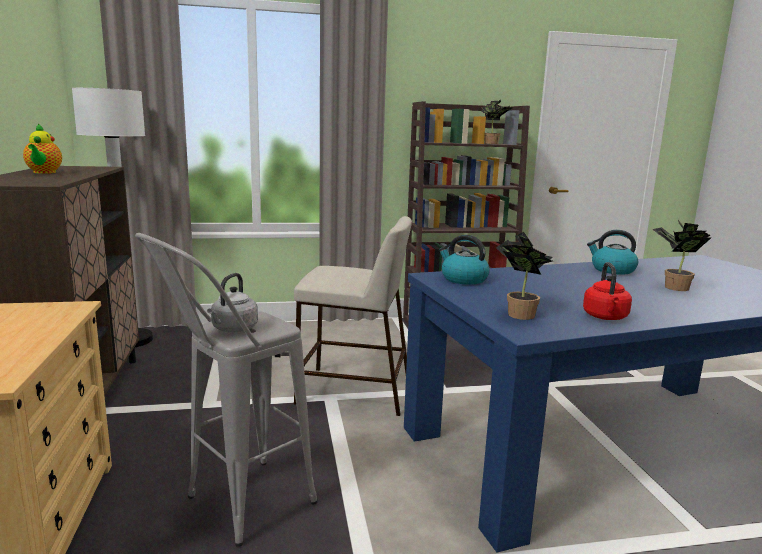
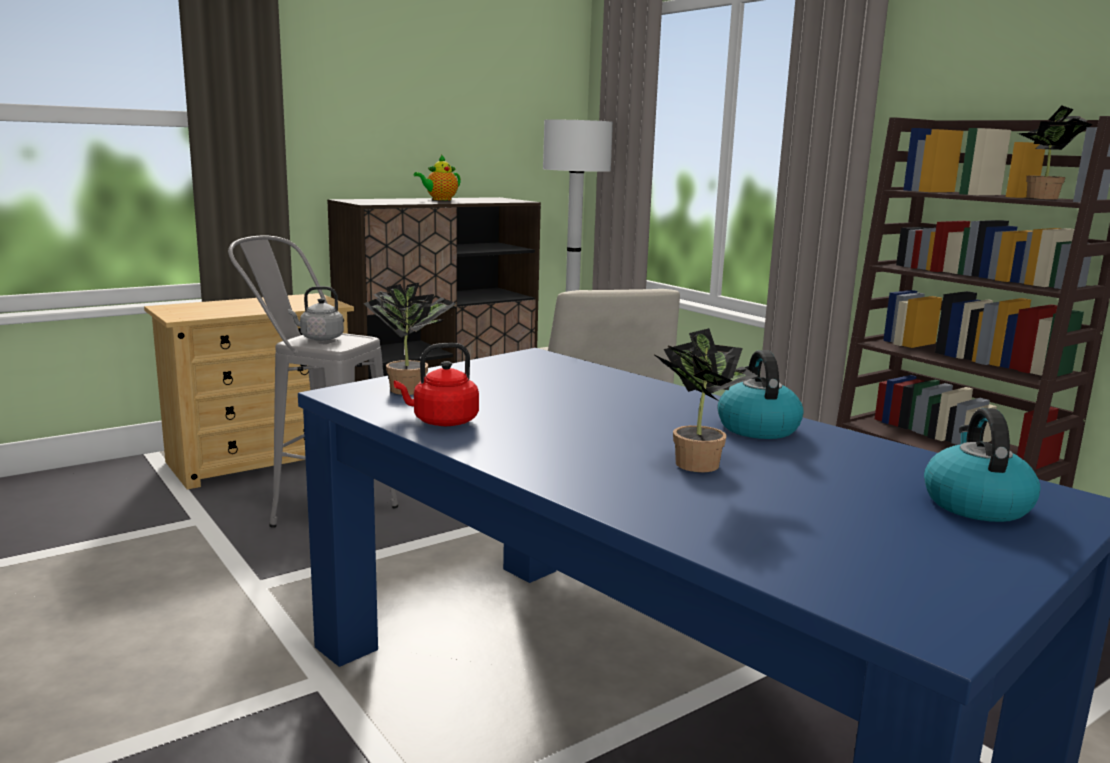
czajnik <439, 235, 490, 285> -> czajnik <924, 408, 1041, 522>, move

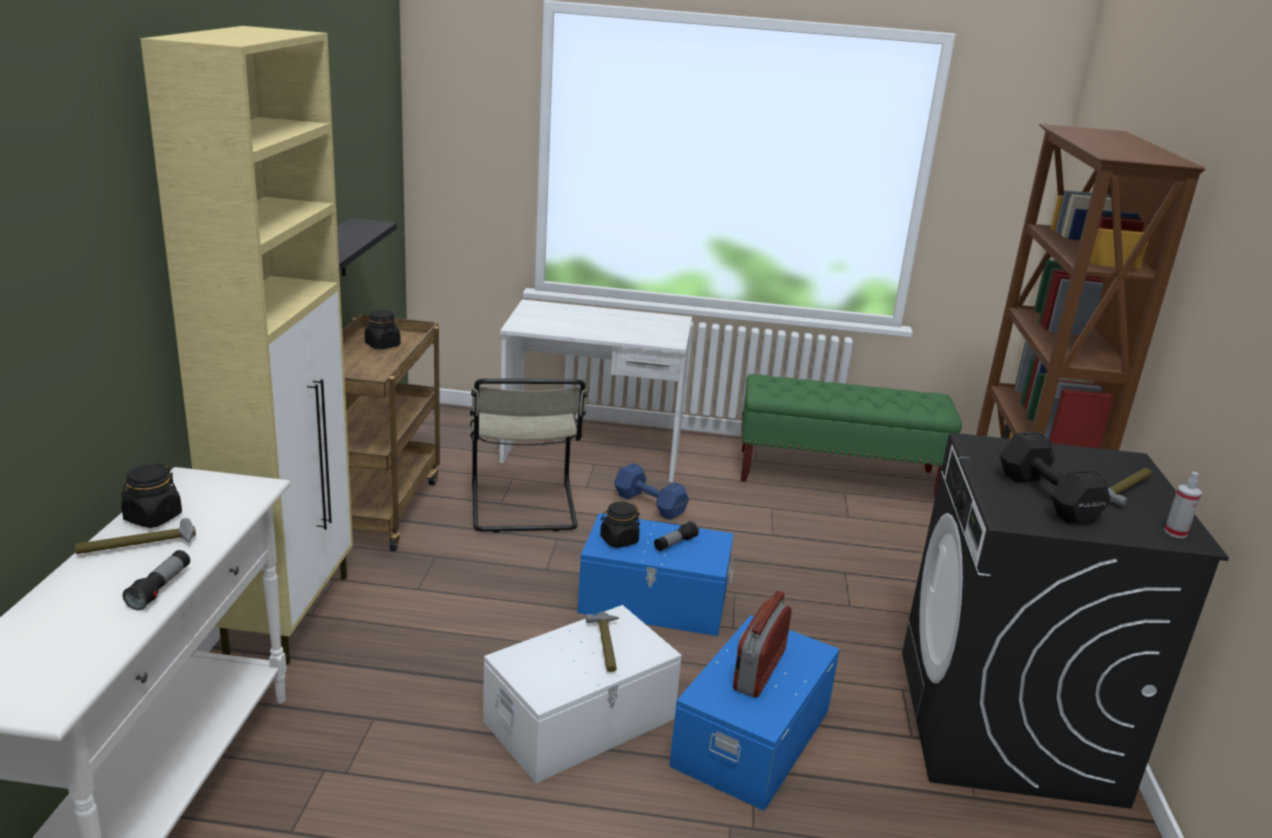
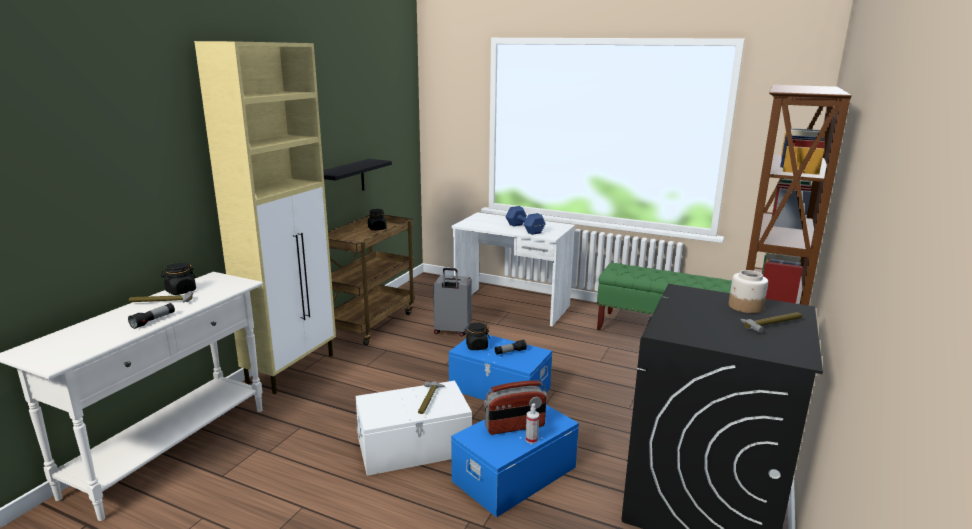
hantel [czarny] <999, 432, 1111, 524> -> none
none -> słoik <729, 270, 768, 313>
hantel [niebieski] <614, 463, 689, 520> -> hantel [niebieski] <506, 206, 546, 235>, move
spryskiwacz <1164, 472, 1202, 538> -> spryskiwacz <526, 403, 539, 444>, move
krzesło [beżowy] <470, 378, 588, 533> -> walizka [szary] <433, 268, 472, 336>
radio <733, 591, 792, 697> -> radio <484, 380, 547, 435>, 150 degrees counterclockwise

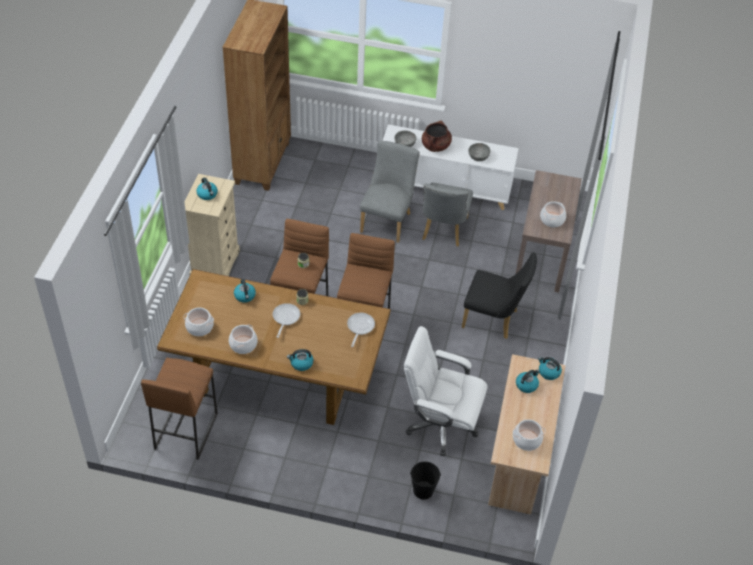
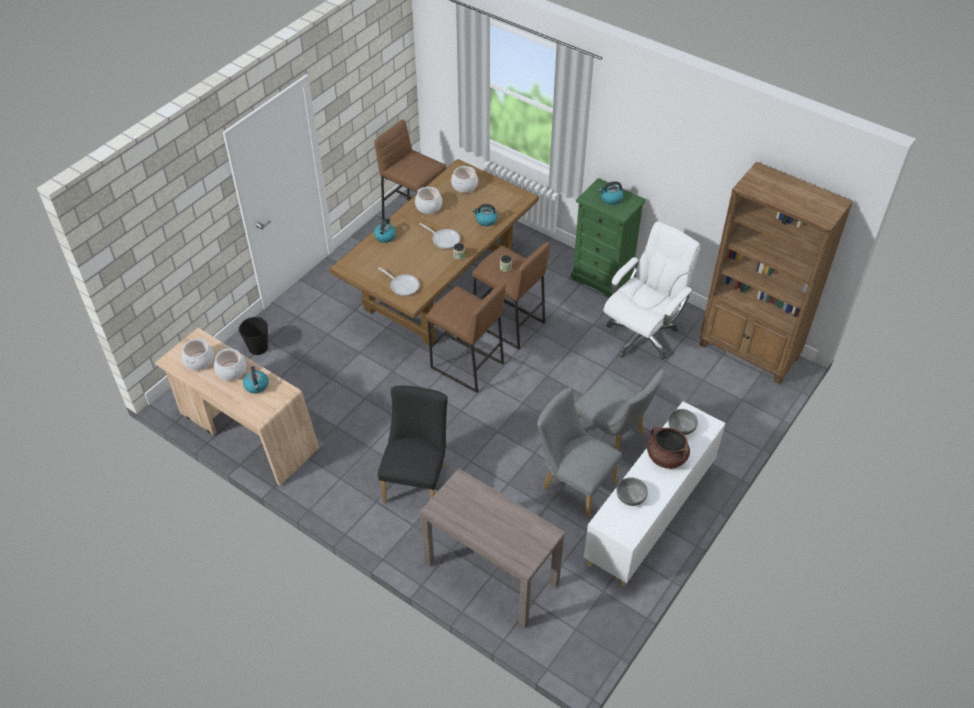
czajnik <538, 357, 562, 380> -> none
krzesło biurowe [biały] <404, 326, 488, 456> -> krzesło biurowe [biały] <604, 222, 700, 360>, move
garnek <540, 201, 566, 227> -> garnek <214, 349, 246, 381>, move
komoda [beżowy] <184, 174, 240, 276> -> komoda [zielony] <571, 178, 646, 298>
krzesło [czarny] <461, 252, 537, 339> -> krzesło [czarny] <378, 386, 448, 503>, 150 degrees clockwise

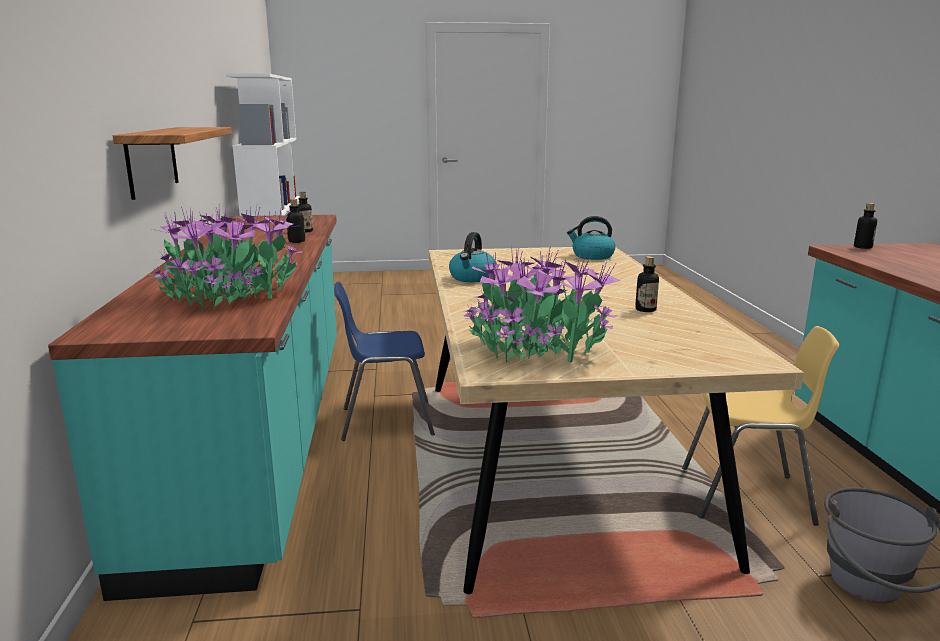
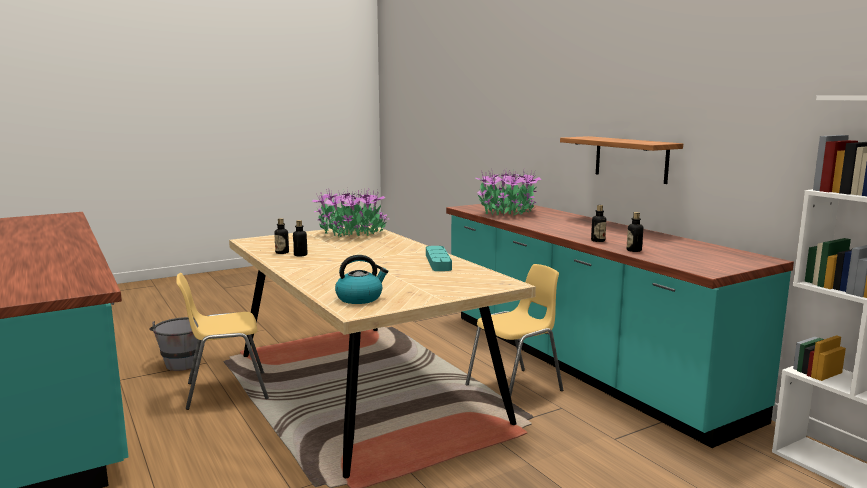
butelka <854, 203, 877, 249> -> butelka <274, 218, 289, 254>, move
czajnik <449, 232, 497, 282> -> taca [turkusowy] <426, 246, 452, 271>
krzesło [niebieski] <334, 282, 435, 441> -> krzesło [żółty] <465, 264, 563, 410>

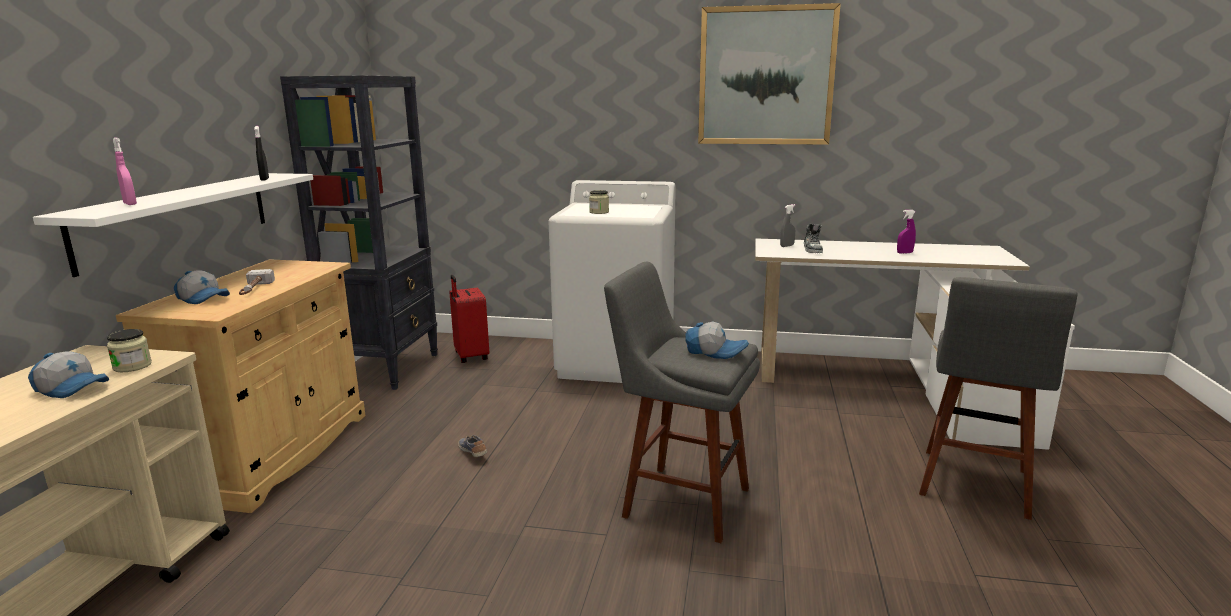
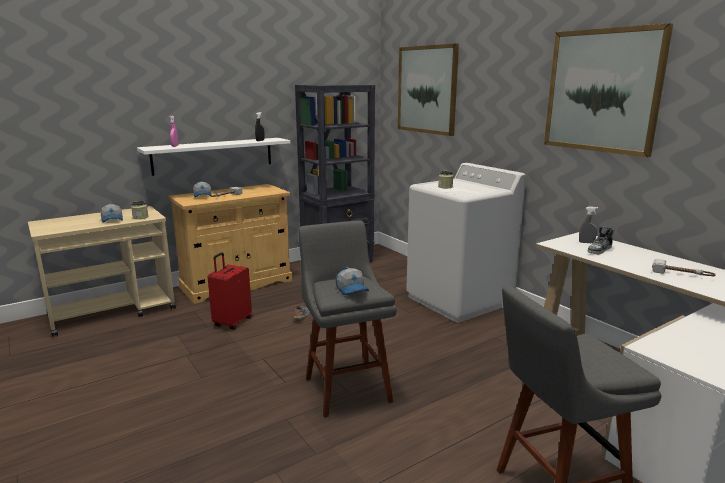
none -> obraz <398, 43, 459, 136>
walizka [czerwony] <449, 275, 489, 363> -> walizka [czerwony] <208, 252, 252, 330>, move
spryskiwacz [fioletowy] <897, 210, 916, 254> -> młotek <652, 259, 716, 277>

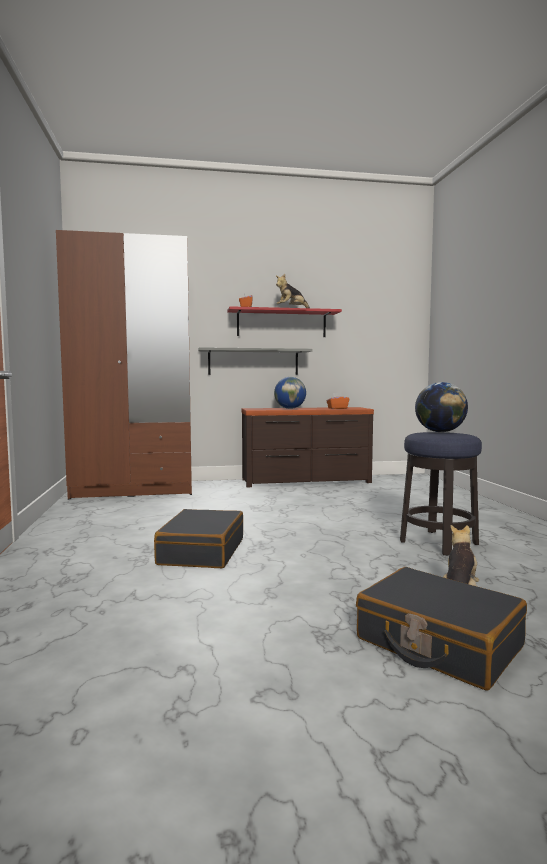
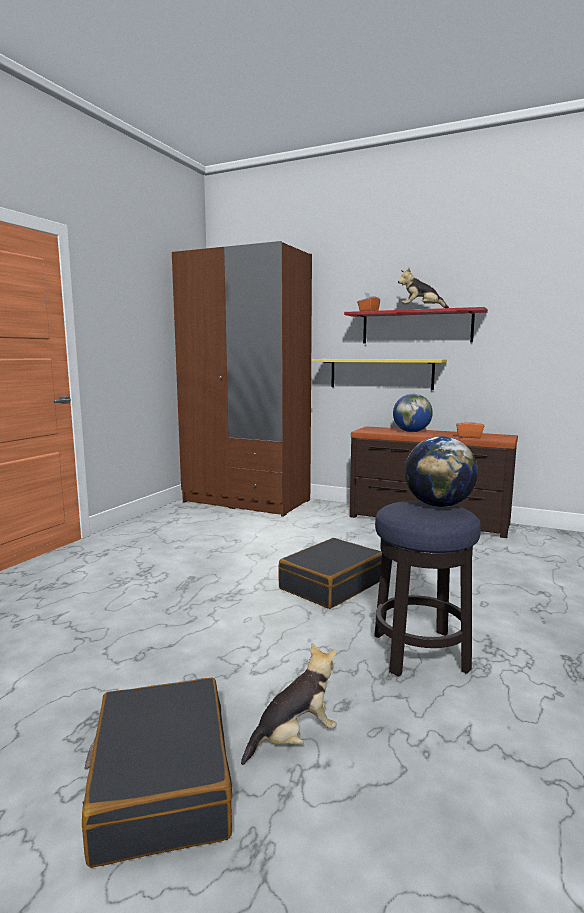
walizka [czarny] <154, 509, 243, 568> -> walizka [czarny] <278, 538, 382, 609>, move
półka [szary] <198, 347, 313, 375> -> półka [żółty] <312, 359, 447, 390>

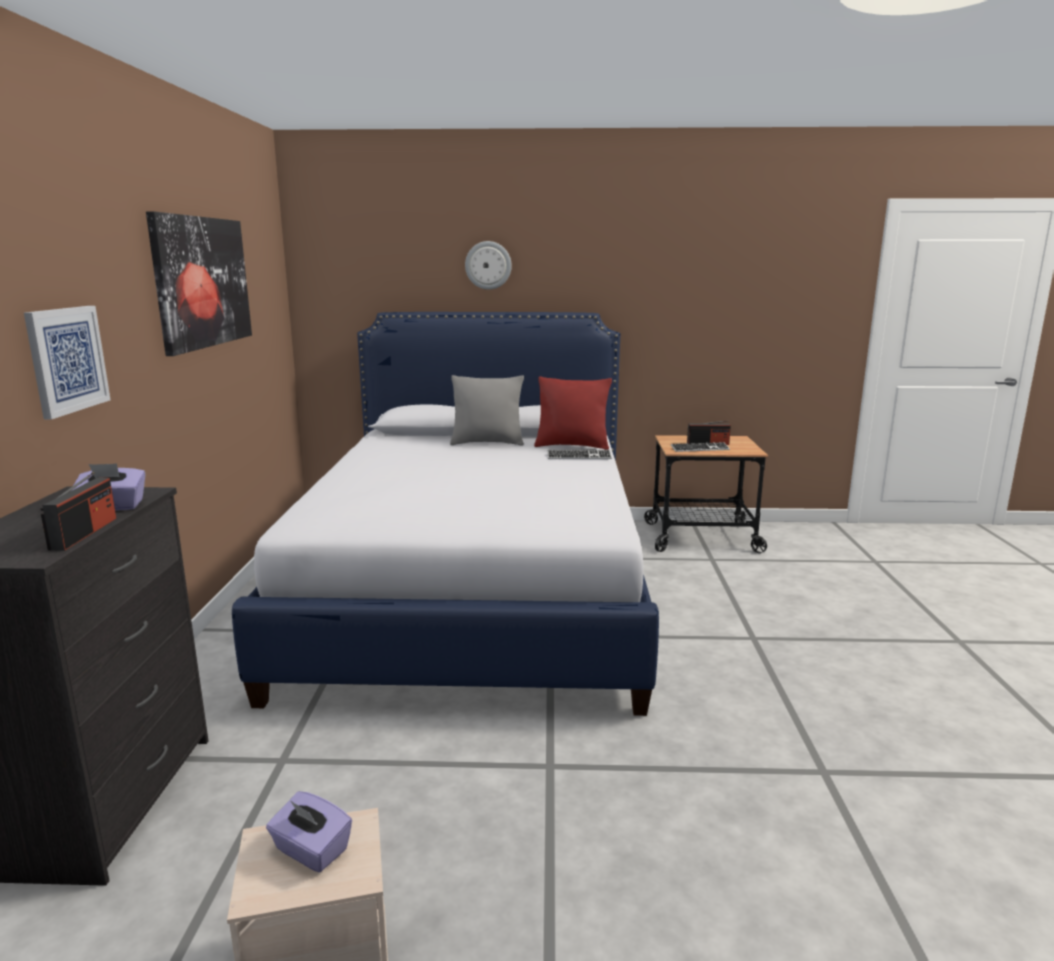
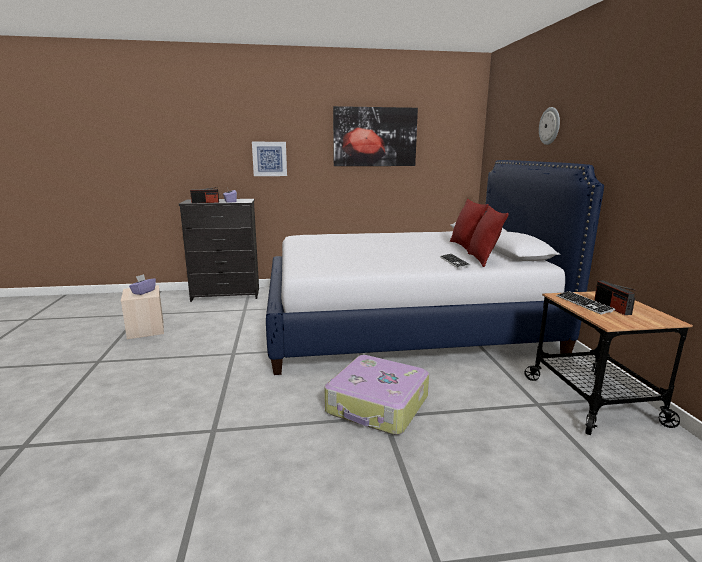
none -> walizka <325, 355, 429, 435>
poduszka [szary] <450, 375, 524, 446> -> poduszka [czerwony] <450, 199, 489, 251>

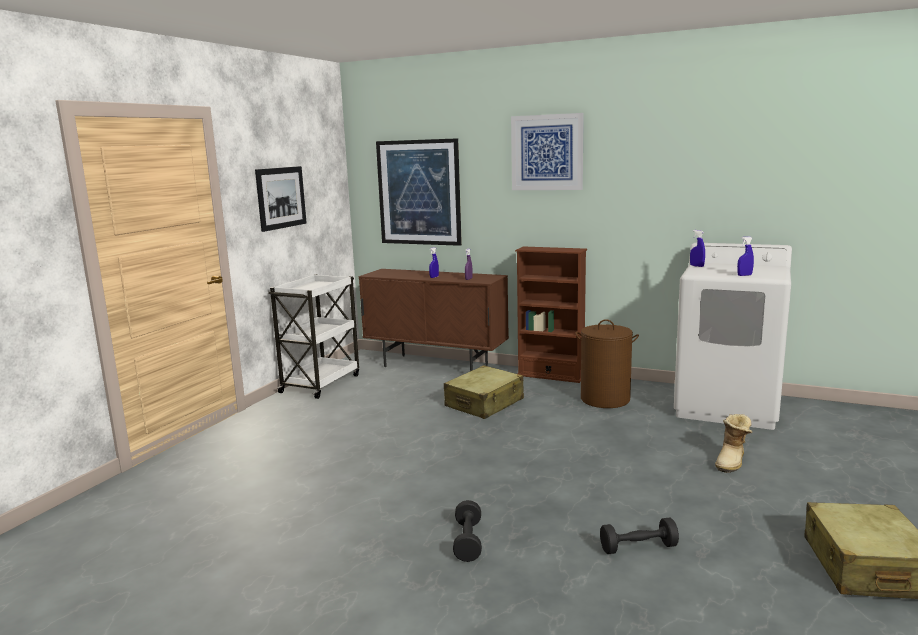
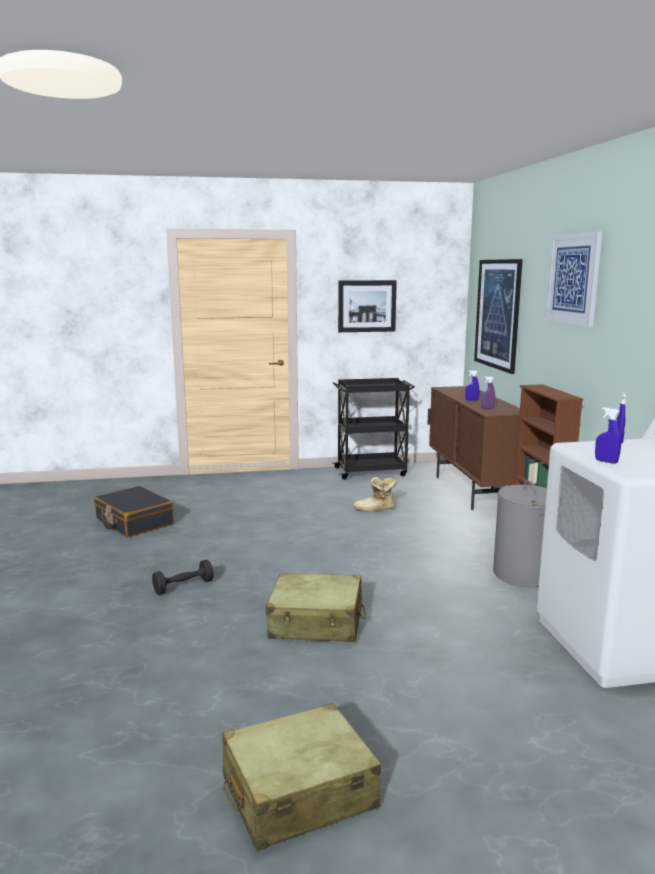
hantel [czarny] <600, 517, 679, 554> -> none
none -> walizka [czarny] <94, 486, 174, 538>
walizka [beżowy] <444, 365, 524, 419> -> walizka [beżowy] <266, 573, 365, 642>, move
but z cholewką <715, 414, 752, 473> -> but z cholewką <353, 477, 398, 512>, move
wózek [biały] <268, 274, 359, 399> -> wózek [czarny] <333, 378, 415, 480>
kosz na pranie [brązowy] <575, 319, 639, 408> -> kosz na pranie [szary] <493, 480, 547, 587>

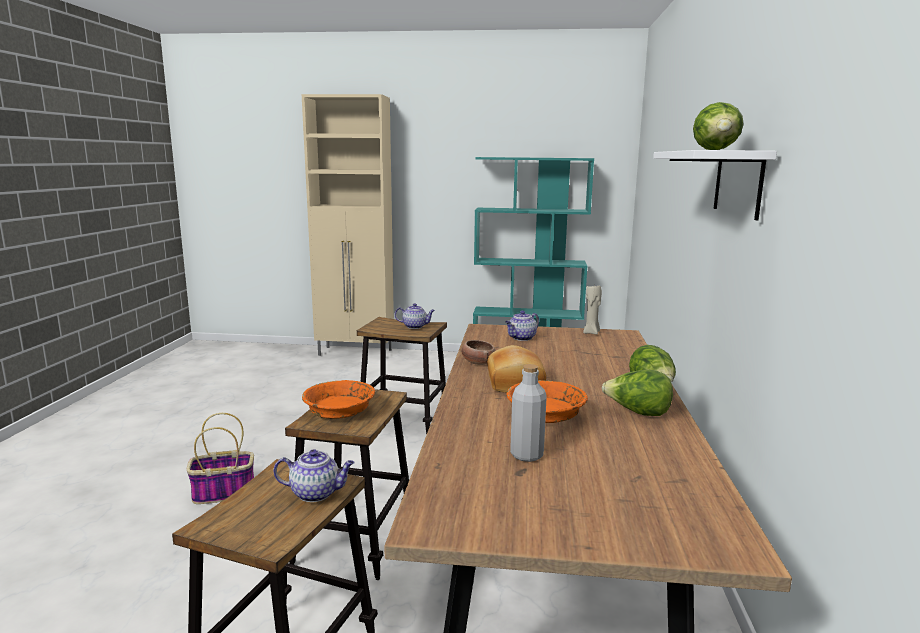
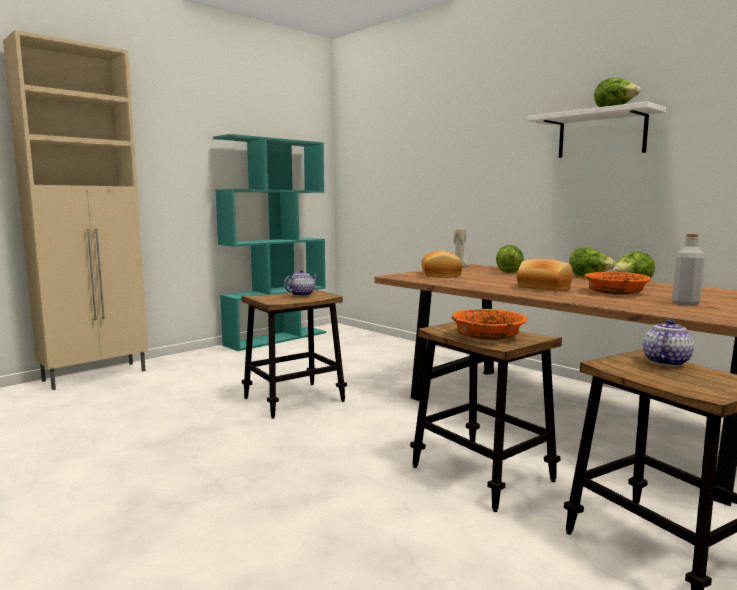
koszyk <187, 413, 254, 504> -> none
miska <462, 340, 495, 365> -> none
none -> sałata <496, 245, 524, 273>
imbryk <505, 311, 539, 341> -> chleb <421, 250, 462, 278>

